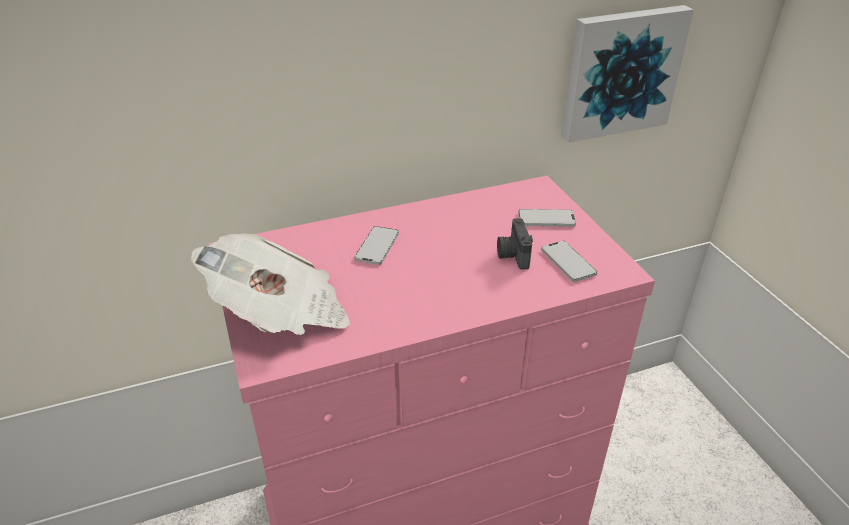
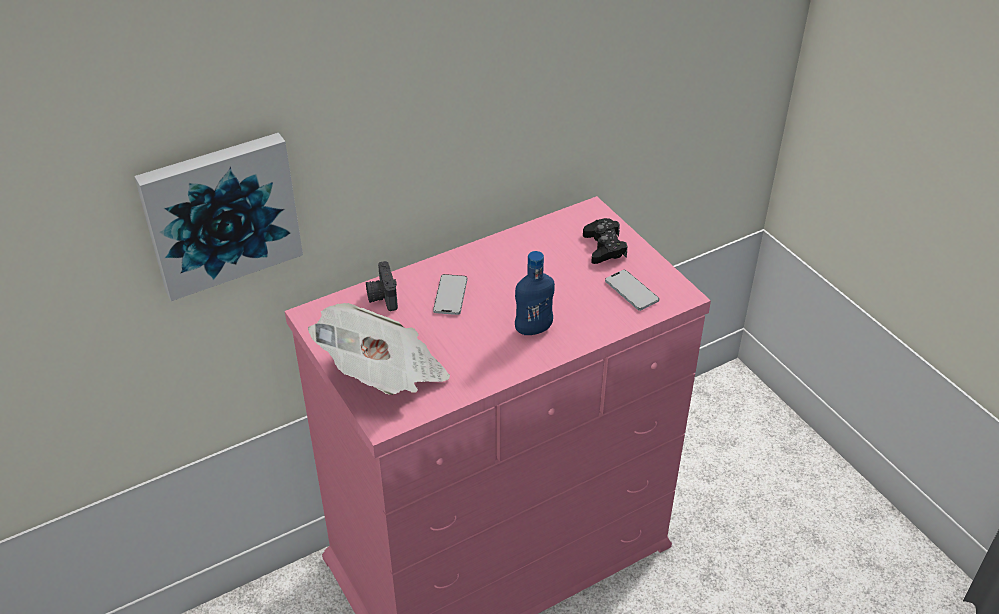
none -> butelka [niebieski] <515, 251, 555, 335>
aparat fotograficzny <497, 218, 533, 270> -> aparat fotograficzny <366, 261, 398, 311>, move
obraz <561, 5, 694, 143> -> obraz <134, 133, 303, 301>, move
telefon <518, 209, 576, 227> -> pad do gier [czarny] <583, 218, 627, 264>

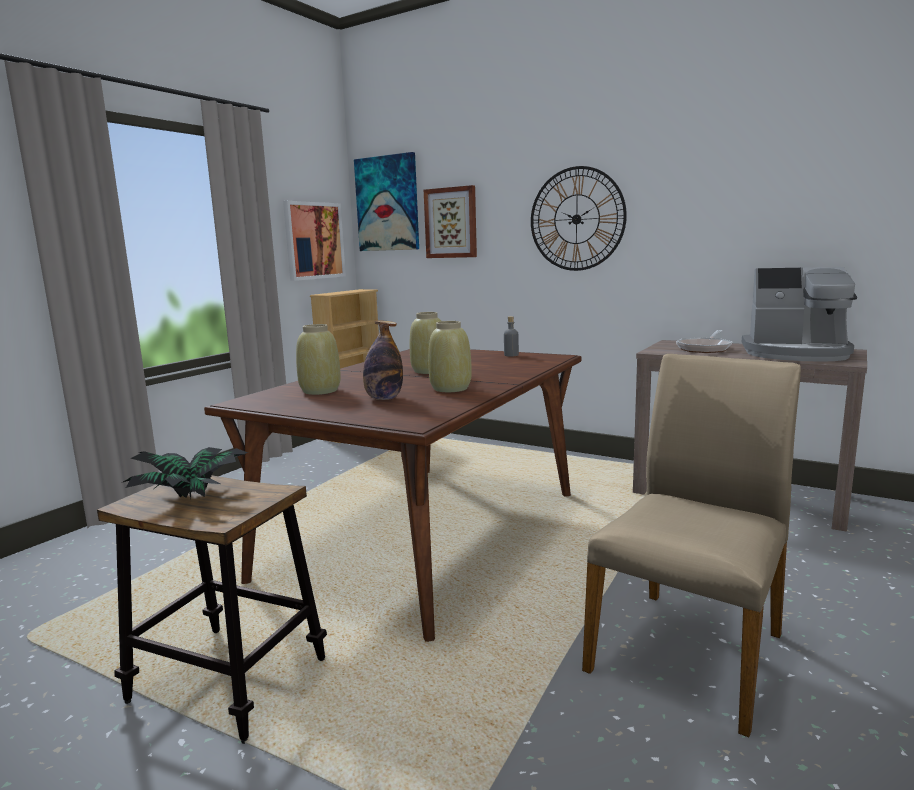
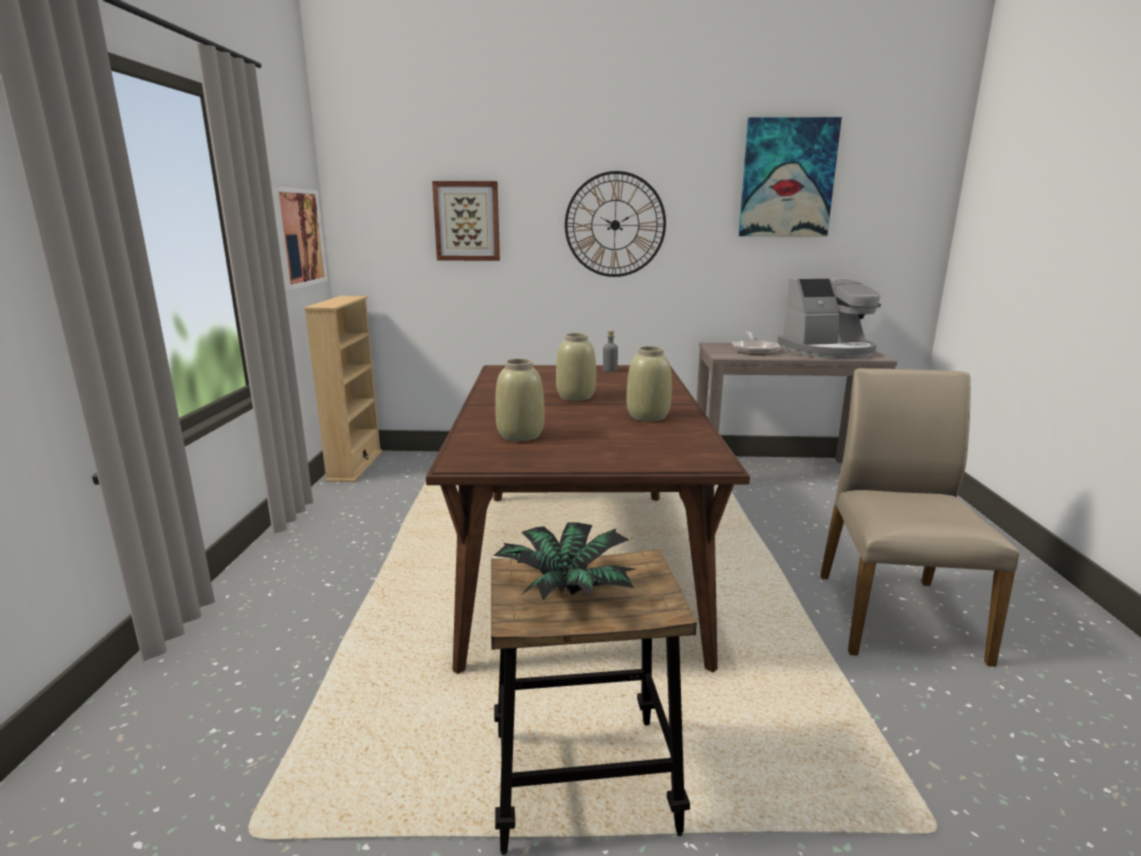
butelka <363, 320, 403, 400> -> none
obraz <354, 152, 419, 251> -> obraz <739, 117, 842, 237>, move

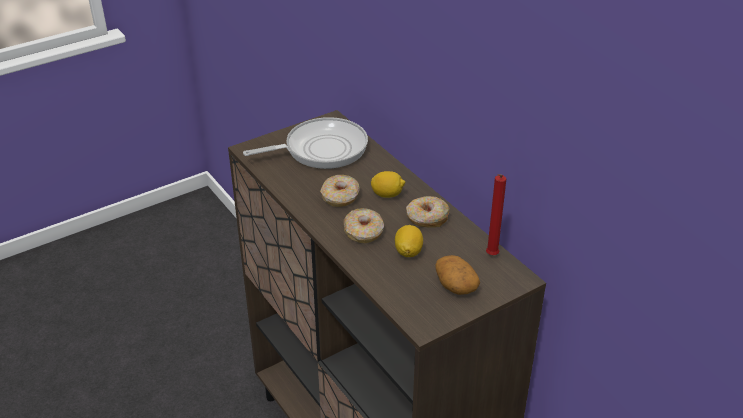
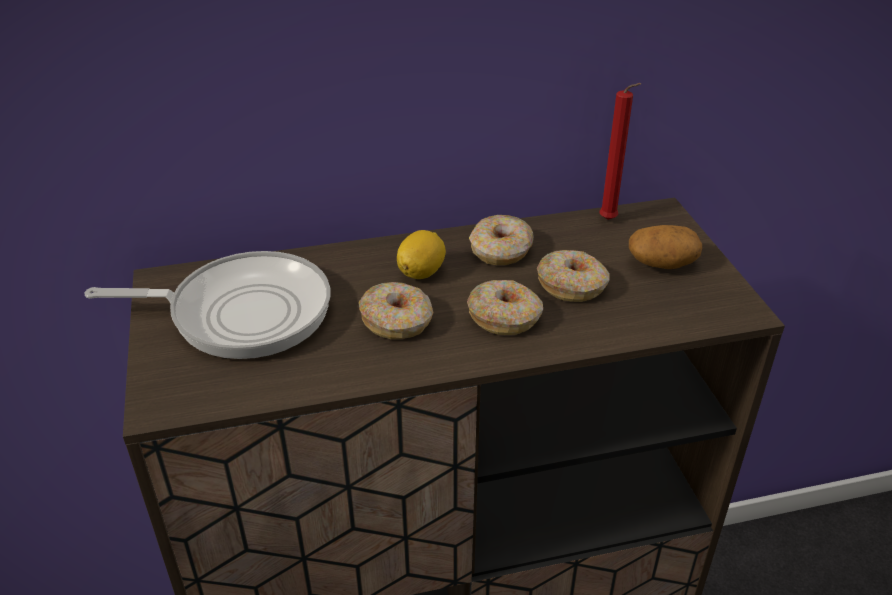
cytryna <395, 225, 423, 257> -> donut <537, 250, 610, 302>
patelnia <243, 117, 368, 169> -> patelnia <84, 251, 331, 359>, 90 degrees clockwise

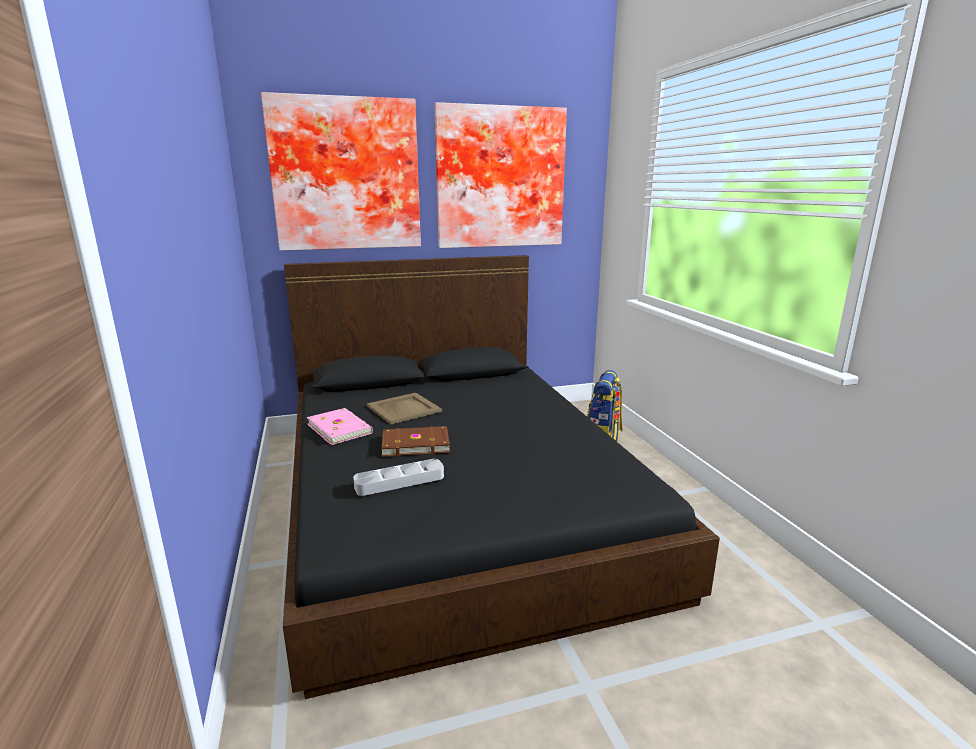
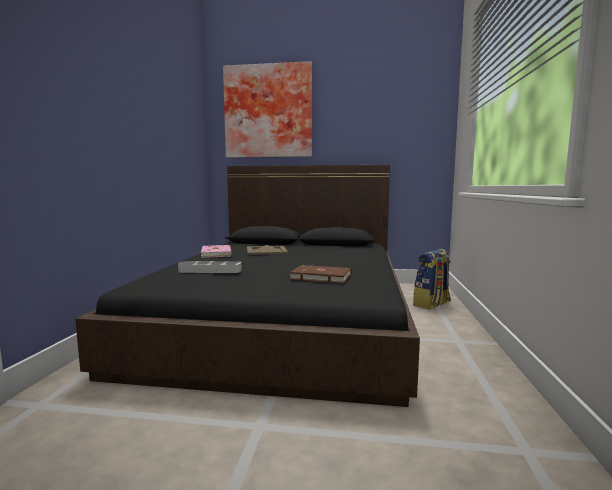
obraz <435, 102, 567, 248> -> none
książka [brązowy] <381, 426, 450, 457> -> książka [brązowy] <289, 265, 351, 283>, move

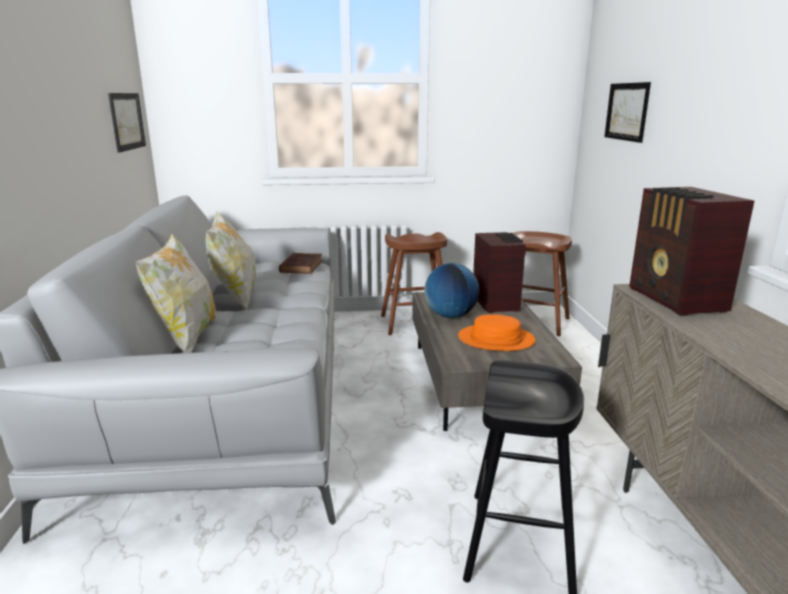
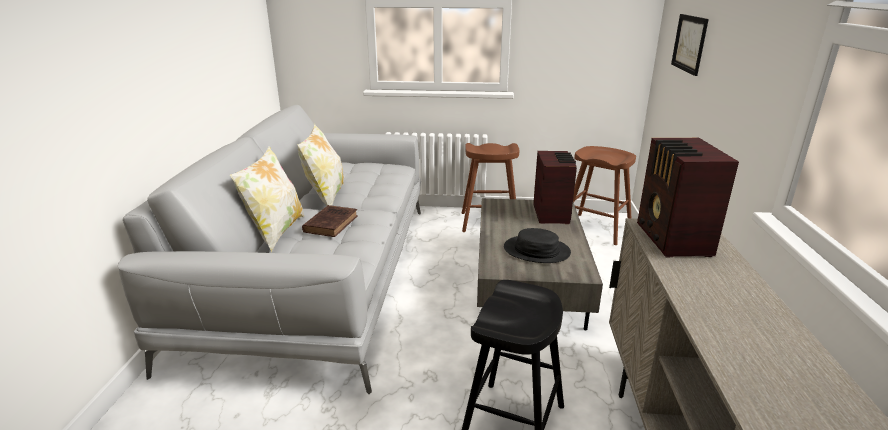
obraz <108, 93, 146, 153> -> none
globus <424, 263, 479, 318> -> none
książka [brązowy] <279, 253, 323, 274> -> książka [brązowy] <302, 205, 358, 237>, move
kapelusz [pomarańczowy] <458, 314, 535, 351> -> kapelusz [czarny] <504, 228, 571, 263>

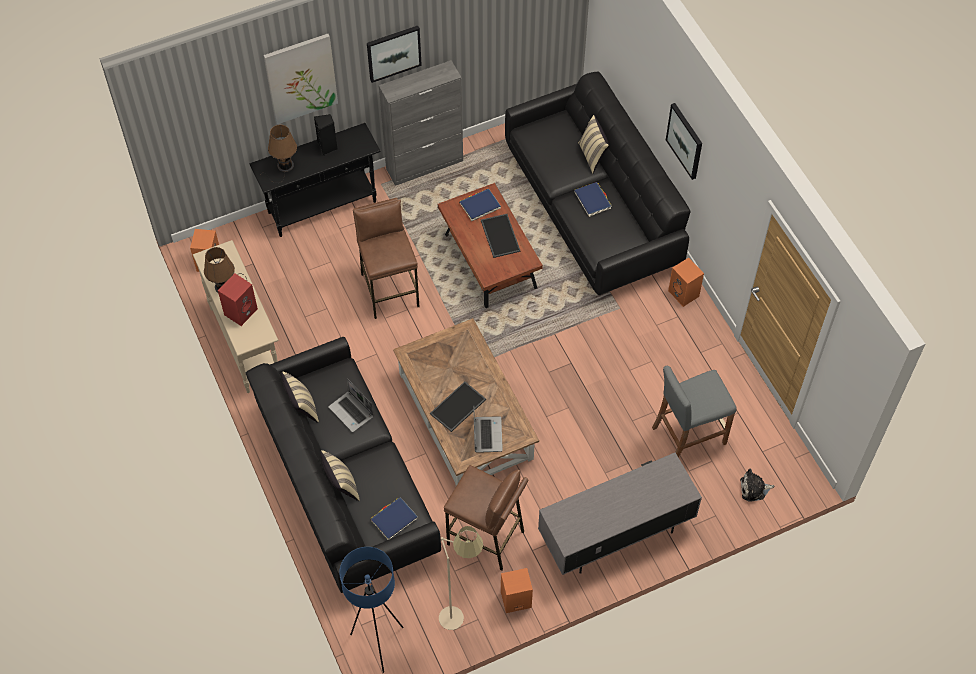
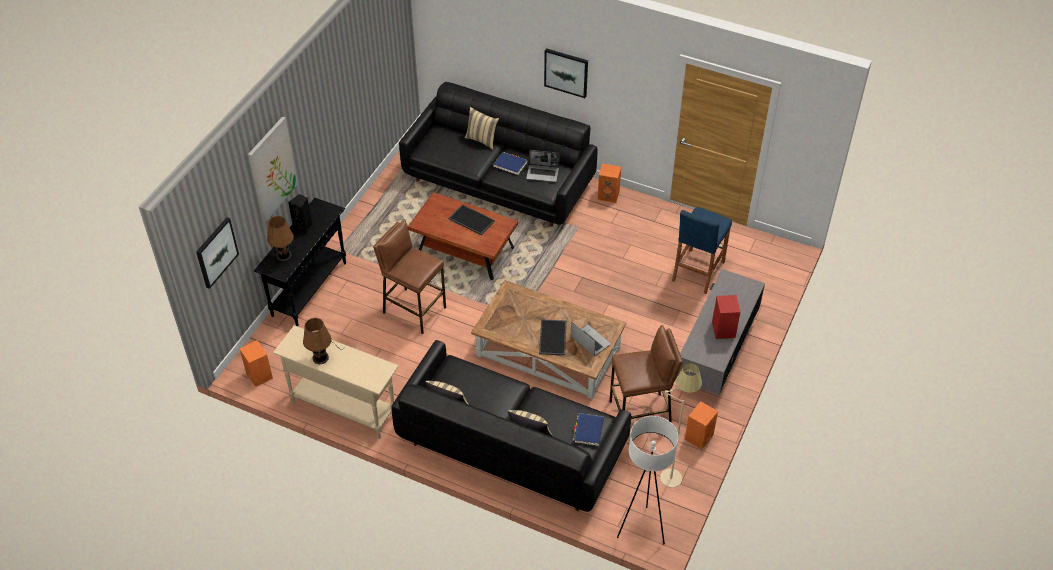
szafka [szary] <379, 60, 463, 186> -> none
książka [niebieski] <459, 189, 501, 221> -> none
pluszak <740, 469, 774, 502> -> none
głośnik [czerwony] <218, 273, 258, 326> -> głośnik [czerwony] <712, 295, 740, 339>, move
laptop <328, 379, 374, 432> -> laptop <526, 150, 559, 182>, move
obraz <367, 26, 422, 83> -> obraz <196, 217, 239, 289>, move
lampa stojąca [niebieski] <339, 547, 404, 673> -> lampa stojąca [biały] <617, 416, 678, 544>
stołek [szary] <652, 366, 737, 458> -> stołek [niebieski] <672, 207, 732, 294>

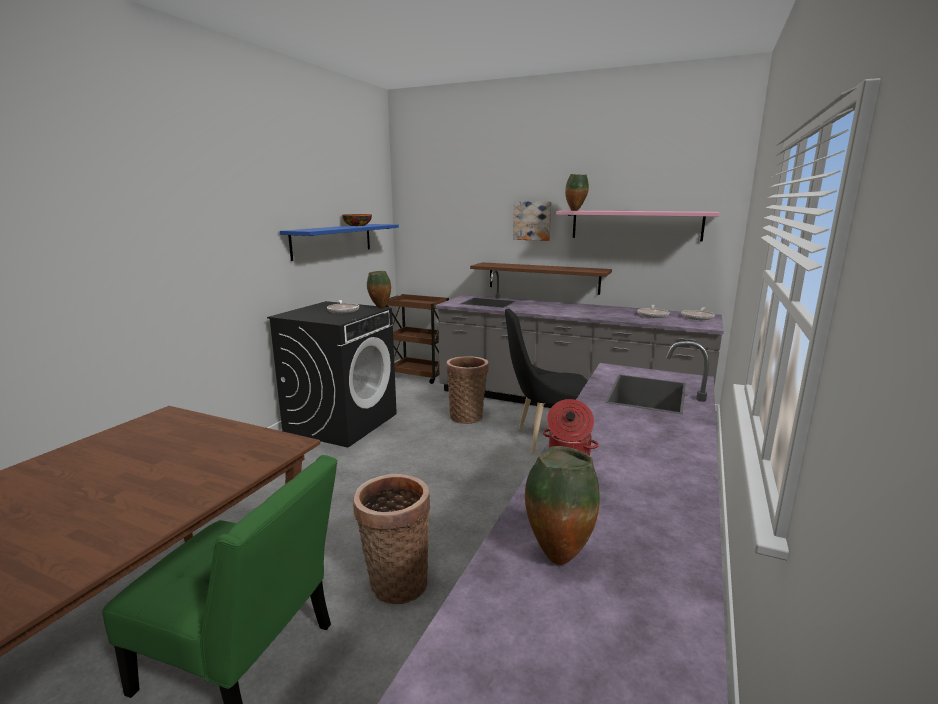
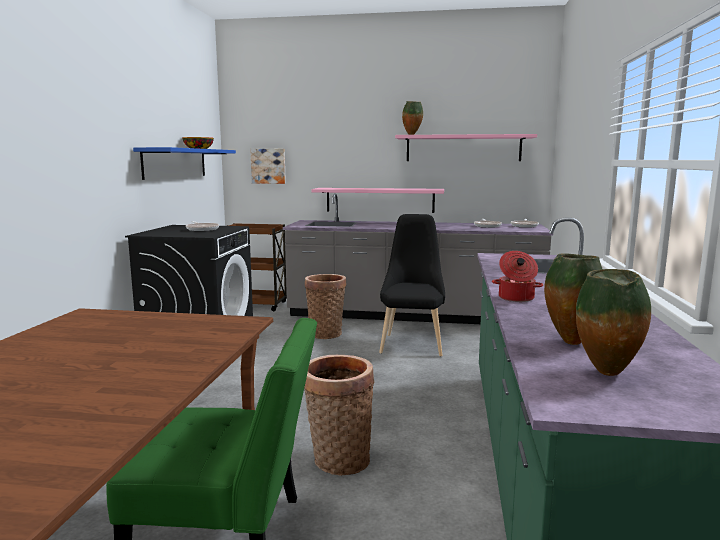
wazon <367, 271, 391, 308> -> wazon <576, 269, 651, 376>, move
obraz <513, 201, 552, 241> -> obraz <250, 149, 286, 184>, move
półka [brązowy] <470, 262, 612, 295> -> półka [różowy] <312, 188, 444, 213>
krzesło [czarny] <505, 309, 588, 454> -> krzesło [czarny] <379, 214, 445, 357>, 120 degrees clockwise

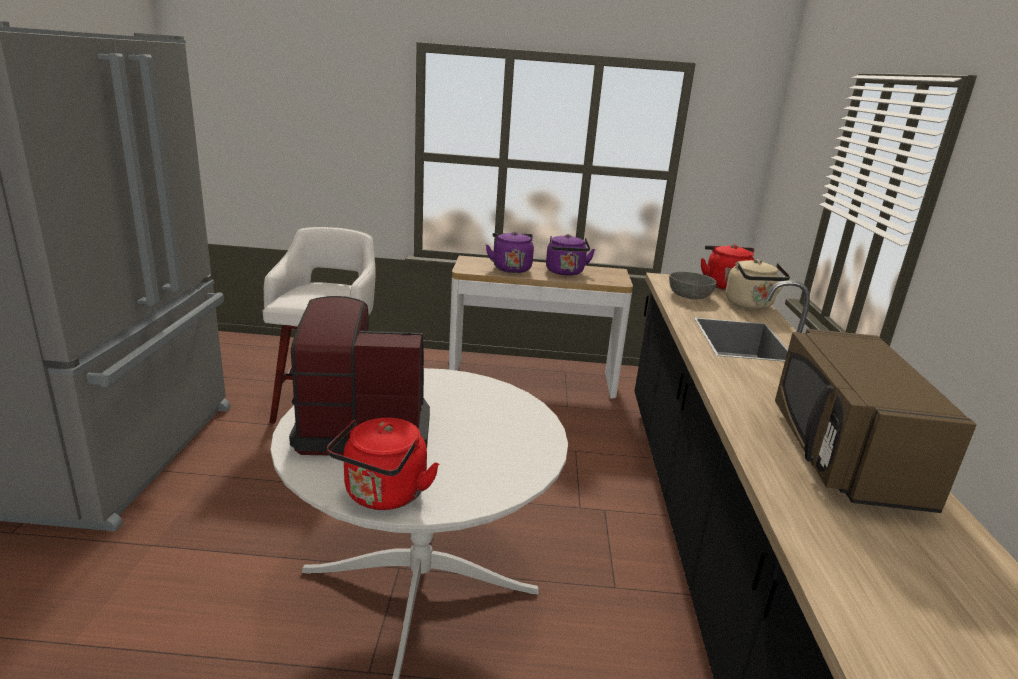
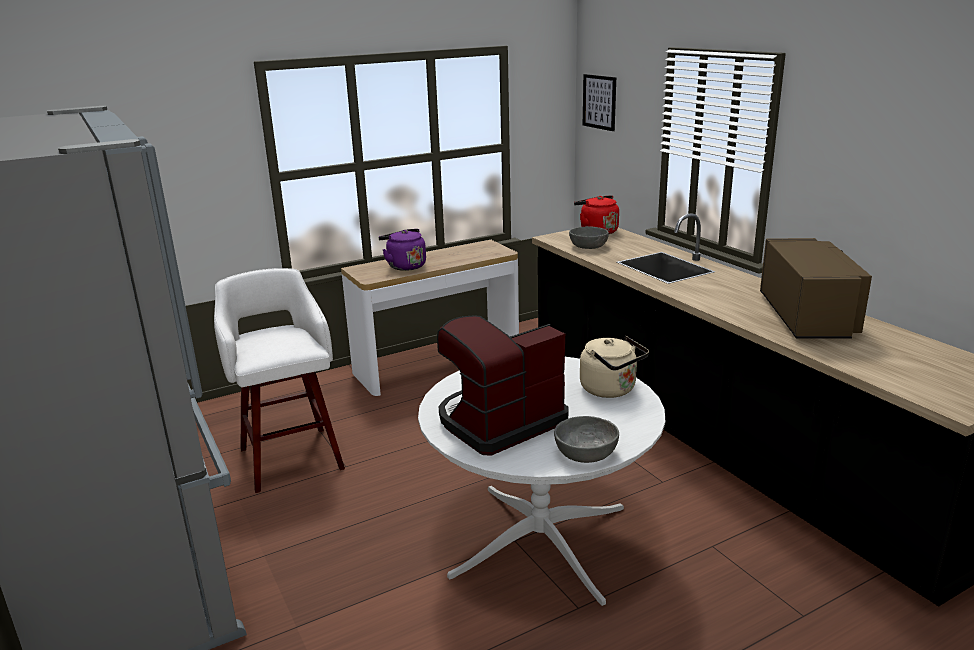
czajnik [fioletowy] <546, 234, 595, 276> -> none
none -> obraz <583, 74, 616, 131>
czajnik [beżowy] <726, 259, 790, 310> -> czajnik [beżowy] <580, 336, 649, 398>, move
czajnik [czerwony] <327, 418, 439, 510> -> miska [szary] <554, 416, 619, 463>
mikrofalówka [brązowy] <775, 329, 977, 513> -> mikrofalówka [brązowy] <760, 238, 872, 339>, 150 degrees counterclockwise

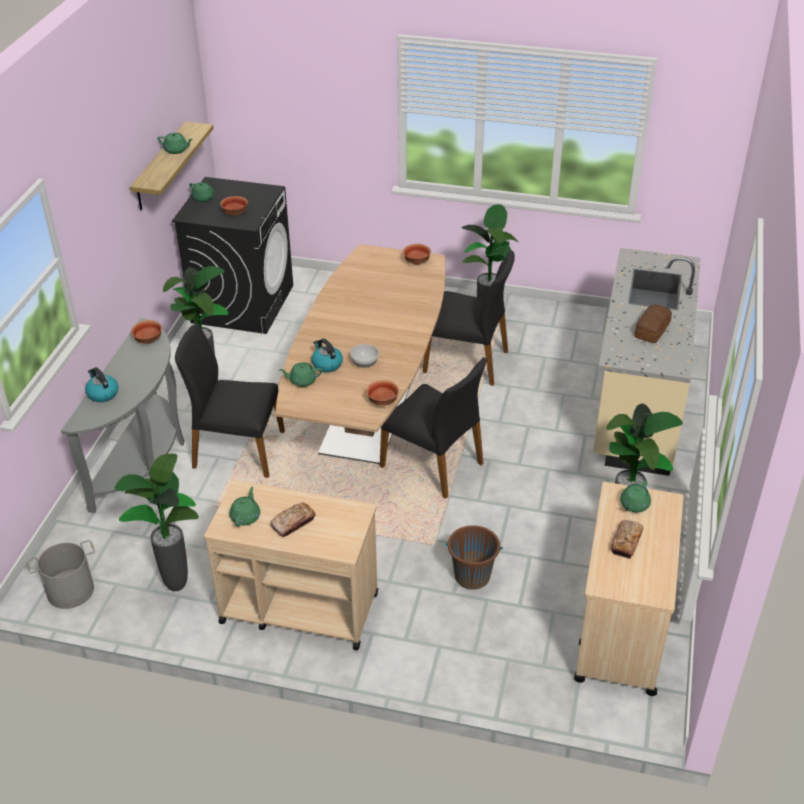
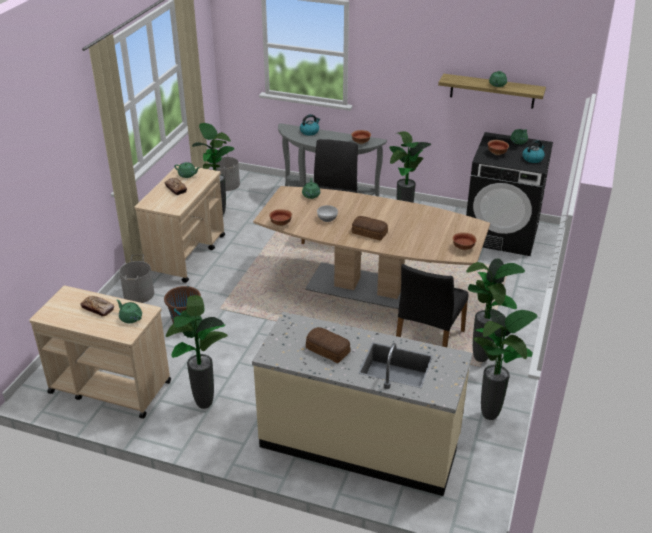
krzesło [czarny] <380, 357, 487, 499> -> none
none -> wiadro [szary] <119, 254, 154, 303>
none -> chleb <352, 216, 388, 240>
none -> roślina doniczkowa <473, 309, 538, 420>
czajnik <311, 338, 343, 372> -> czajnik <522, 140, 545, 163>, move

